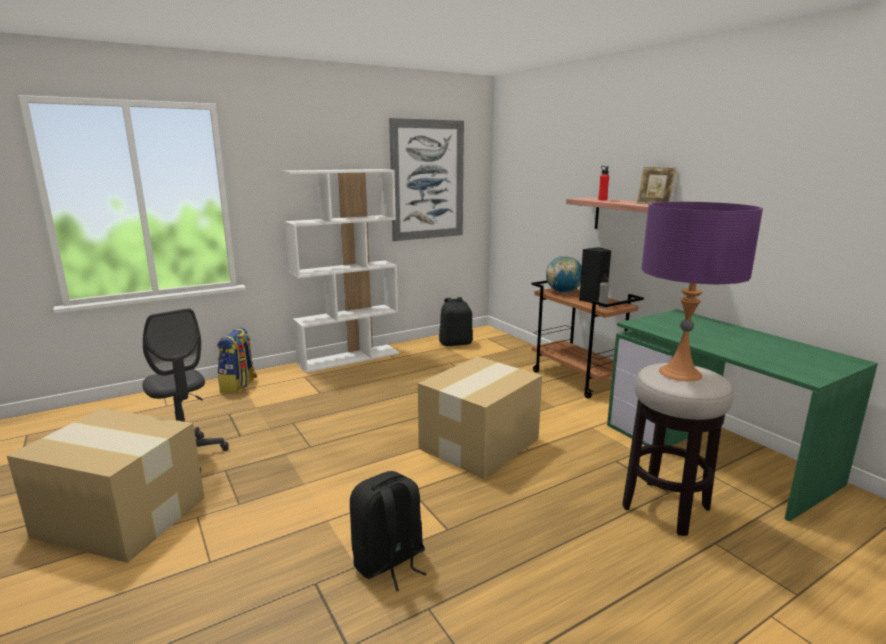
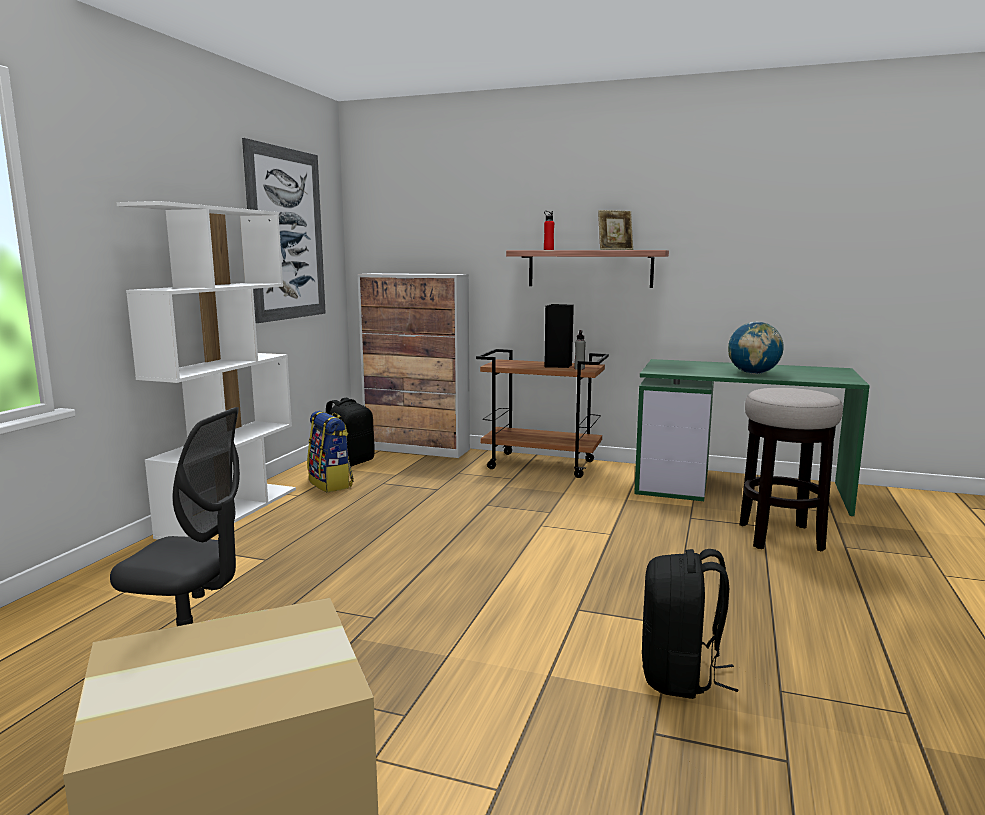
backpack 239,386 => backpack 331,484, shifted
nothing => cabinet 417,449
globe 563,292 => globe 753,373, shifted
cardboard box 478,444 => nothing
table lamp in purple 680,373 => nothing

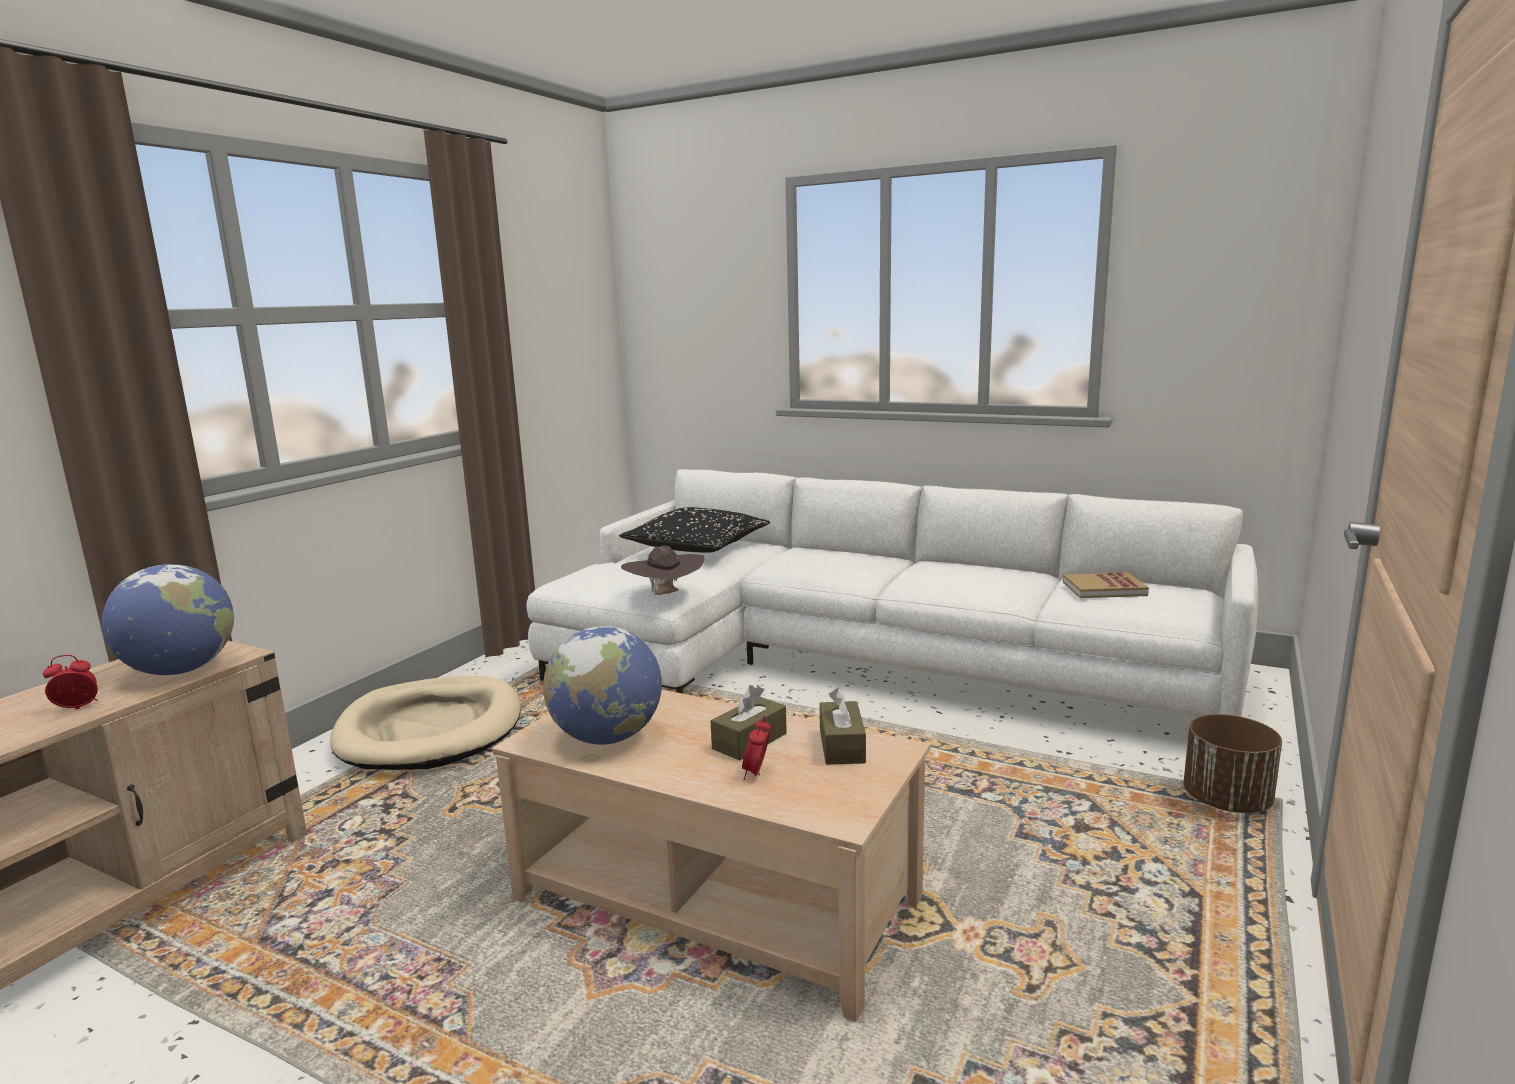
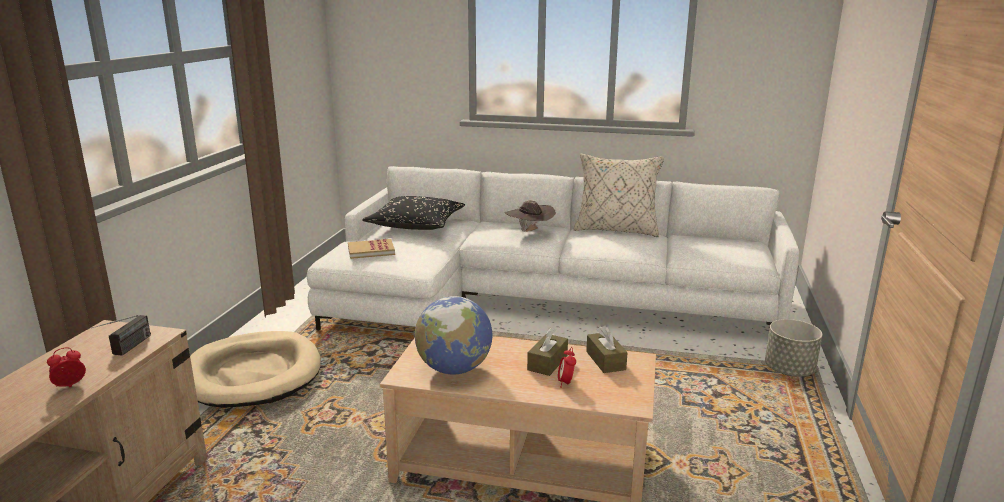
globe 181,671 => radio 125,350
book 1104,589 => book 371,251, shifted
hat in brown 665,596 => hat in brown 530,232, shifted
nothing => pillow in beige 616,230
planter in brown 1227,802 => planter in grey 789,370

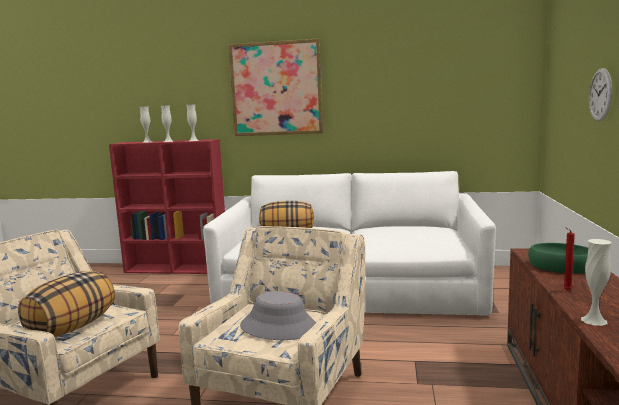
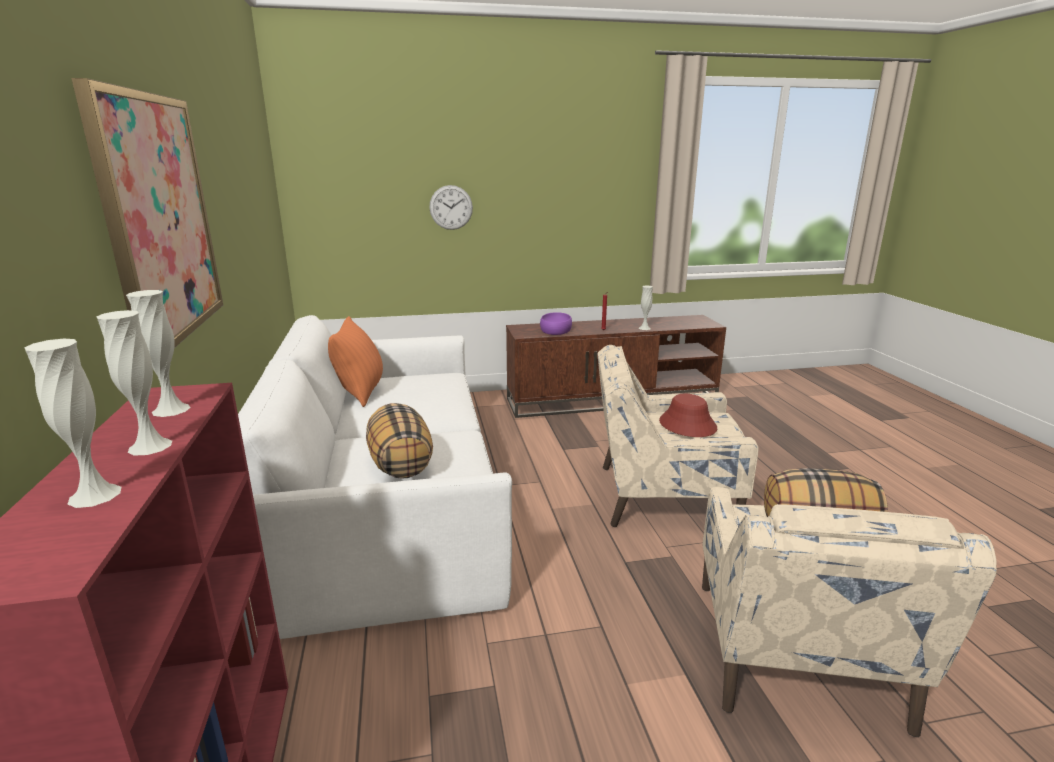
nothing => pillow in orange 361,392
bowl in green 560,267 => bowl in purple 556,329
hat in grey 279,327 => hat in red 687,425

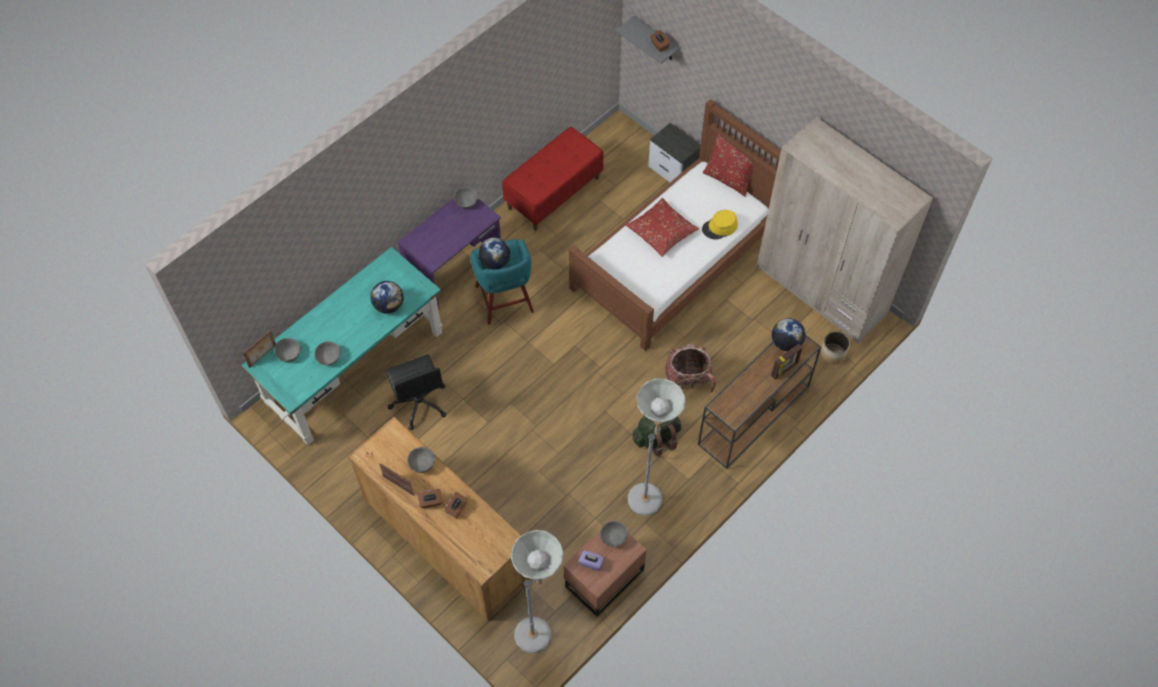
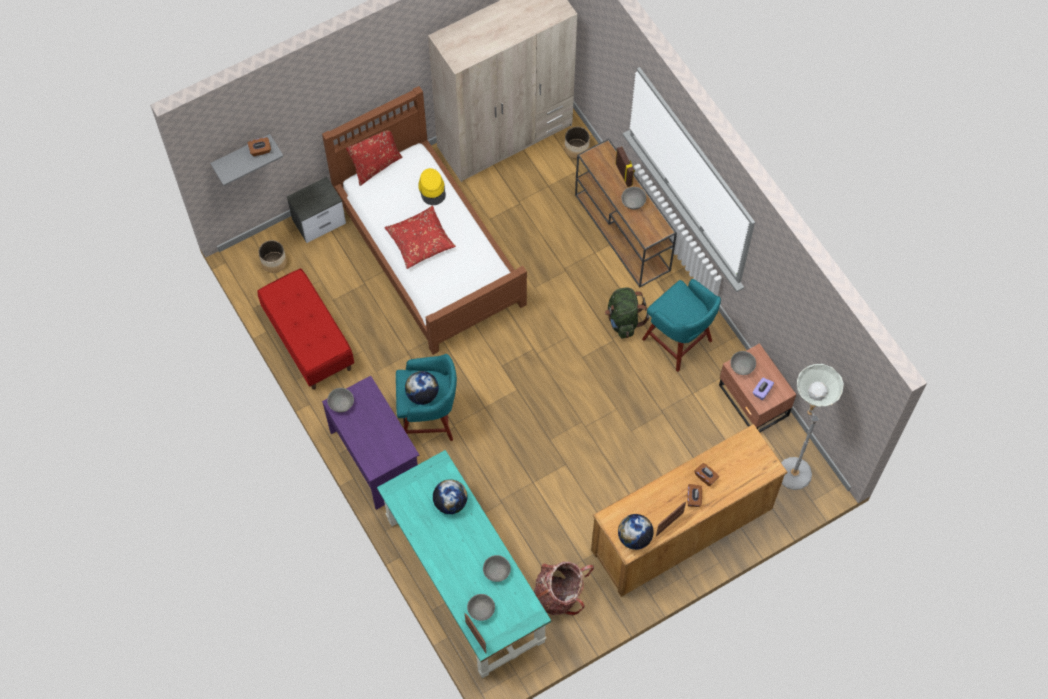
nothing => planter 273,262
backpack 688,379 => backpack 559,594, shifted
globe 786,343 => globe 634,537, shifted
bowl in grey 422,464 => bowl in grey 633,202, shifted
floor lamp in grey 648,493 => stool in turquoise 678,342
office chair in black 419,403 => nothing

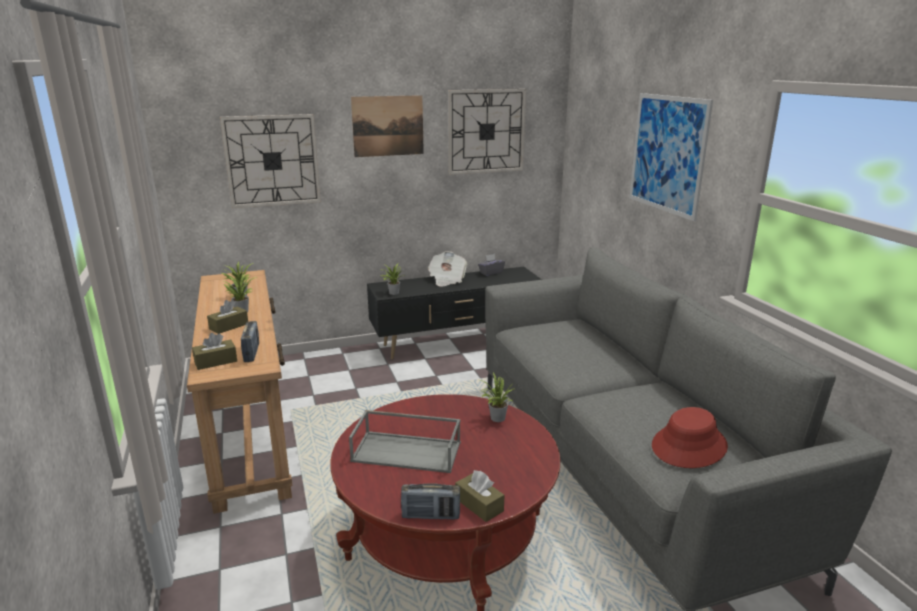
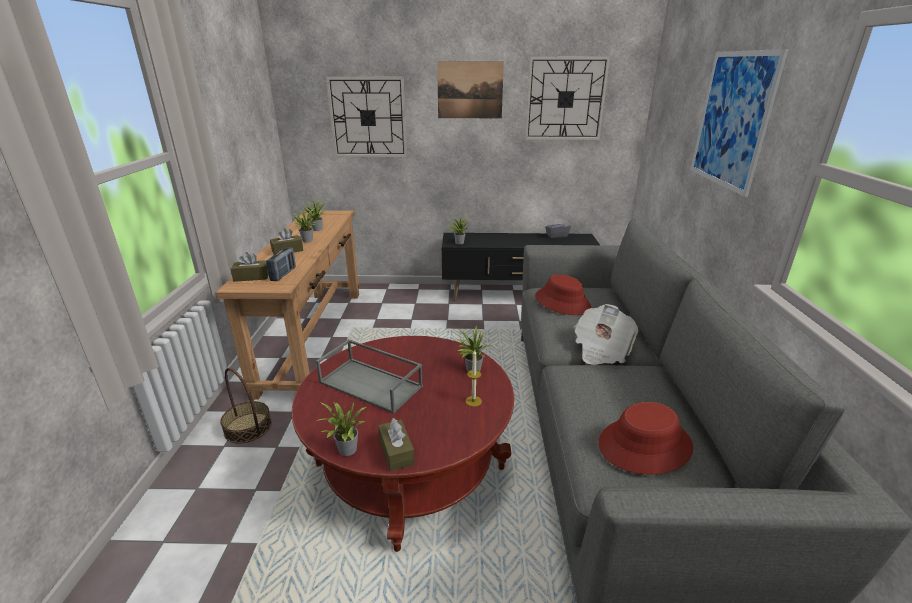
nothing => basket 248,427
radio 430,516 => potted plant 346,451
nothing => candle 473,401
nothing => hat in red 562,302
newspaper 447,279 => newspaper 601,350, shifted

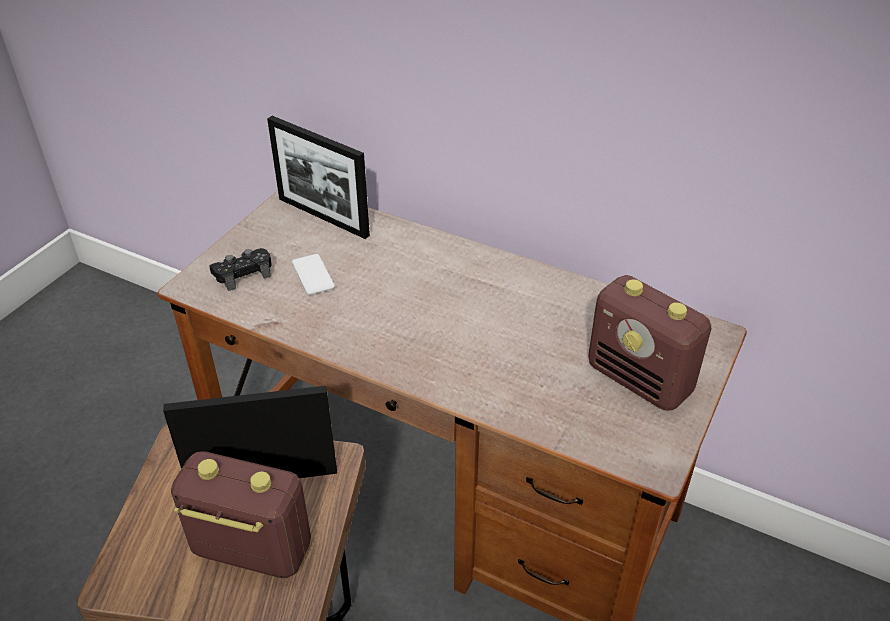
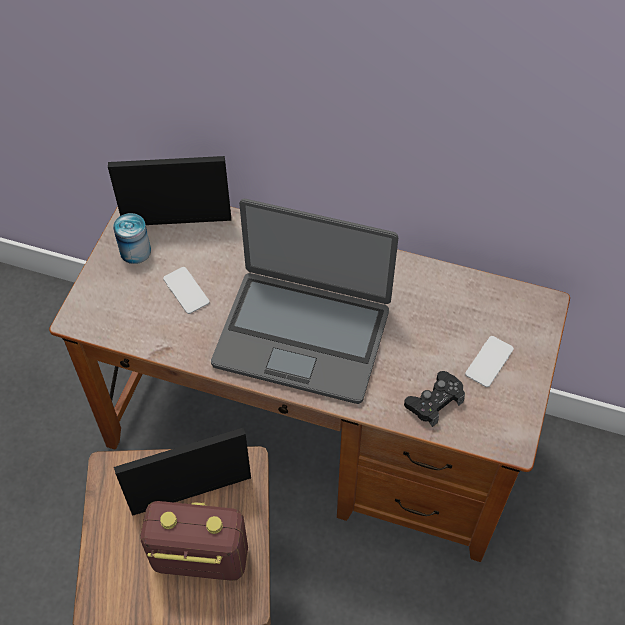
picture frame 323,217 => picture frame 177,221, 150 degrees clockwise
nothing => can 135,251
nothing => laptop 302,335
game controller in black 243,273 => game controller in black 434,401, shifted
radio 640,380 => phone 489,362

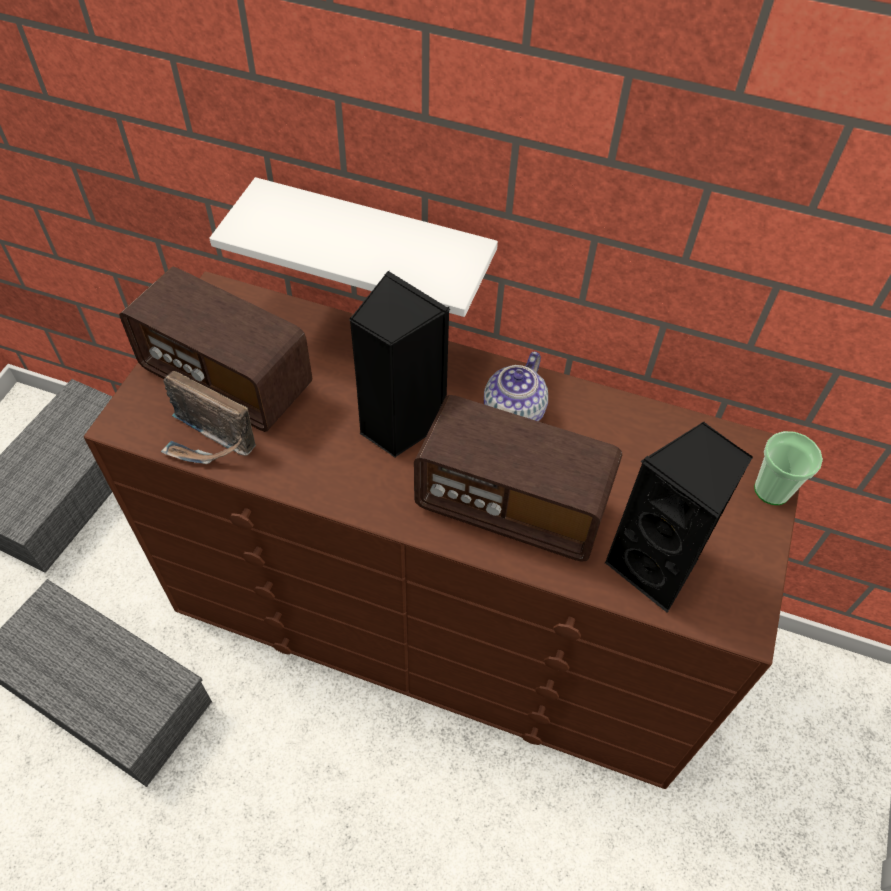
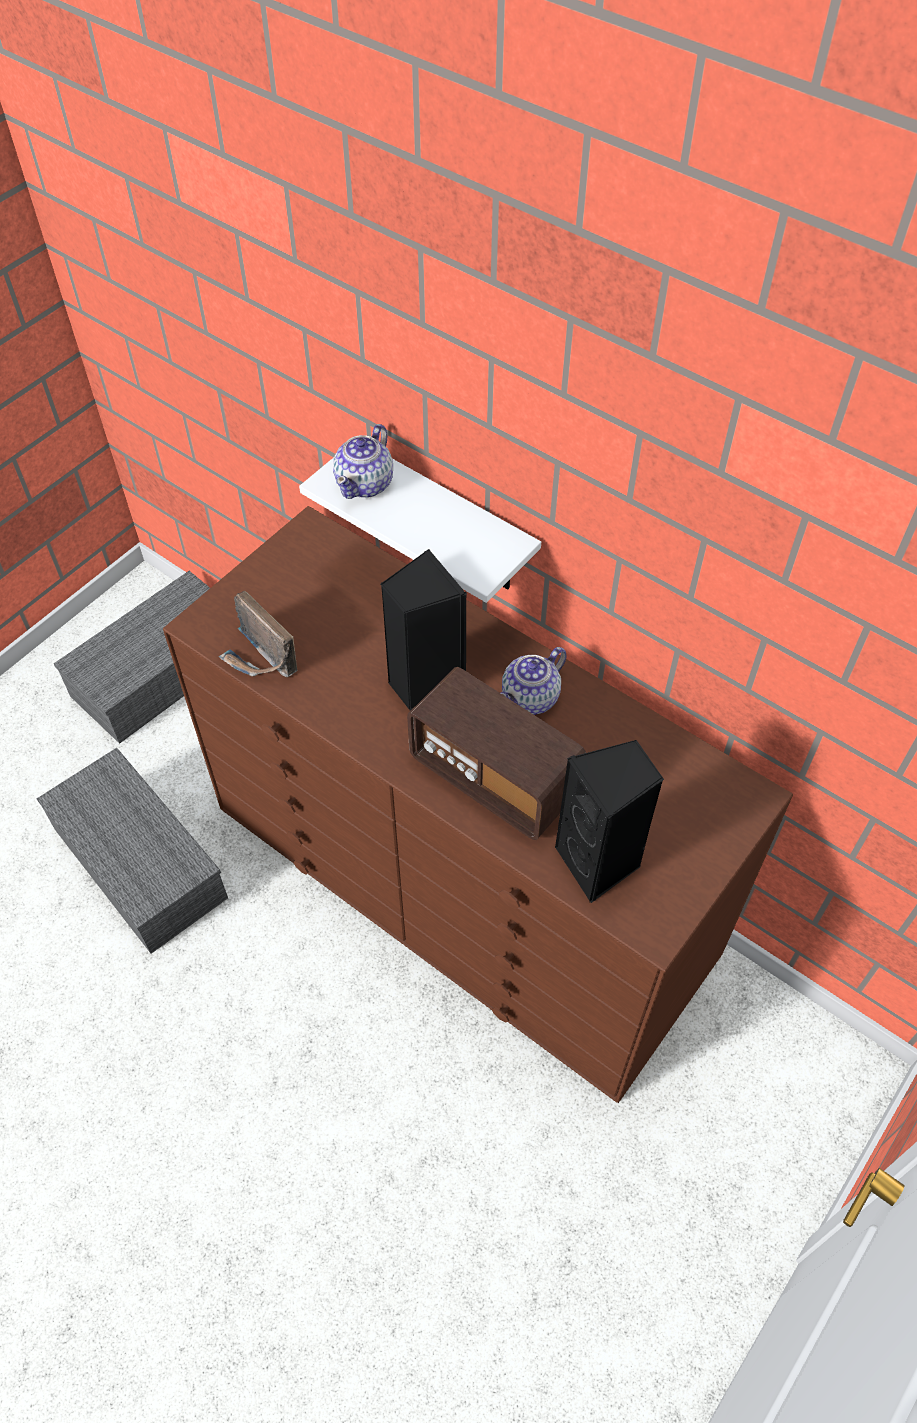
nothing => teapot 365,483
radio 227,379 => nothing
cup 772,490 => nothing

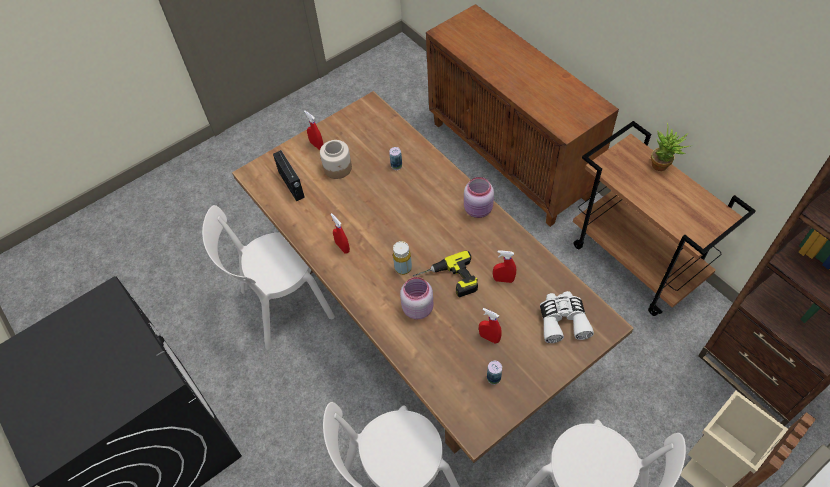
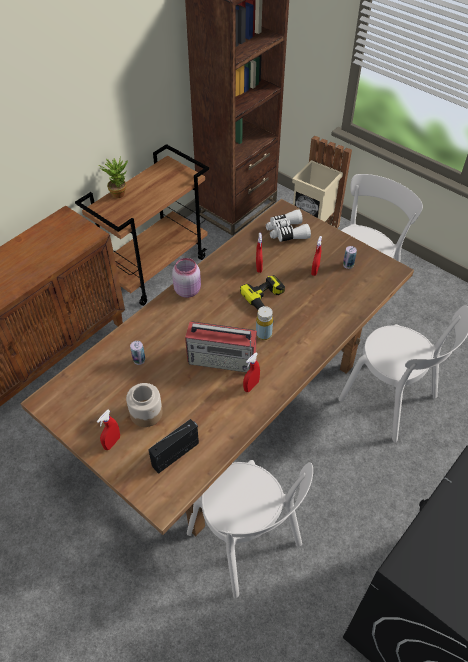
nothing => radio 222,359
jar in pink 417,307 => nothing

